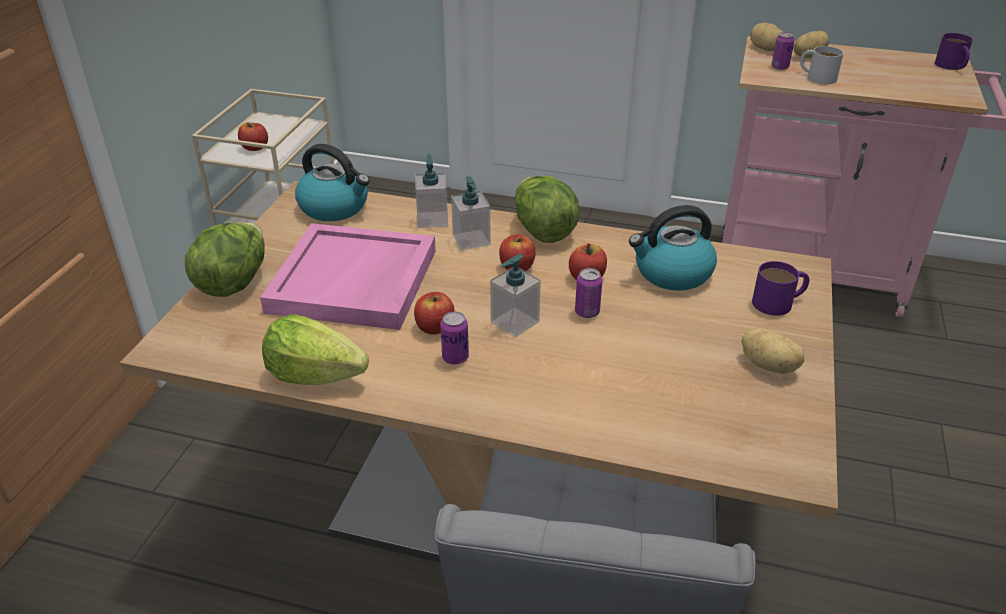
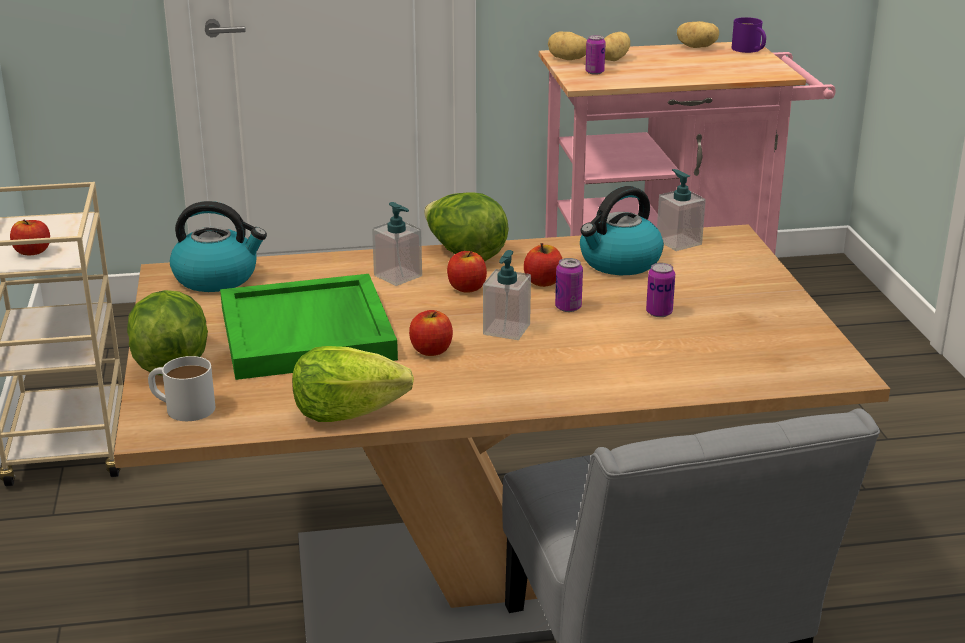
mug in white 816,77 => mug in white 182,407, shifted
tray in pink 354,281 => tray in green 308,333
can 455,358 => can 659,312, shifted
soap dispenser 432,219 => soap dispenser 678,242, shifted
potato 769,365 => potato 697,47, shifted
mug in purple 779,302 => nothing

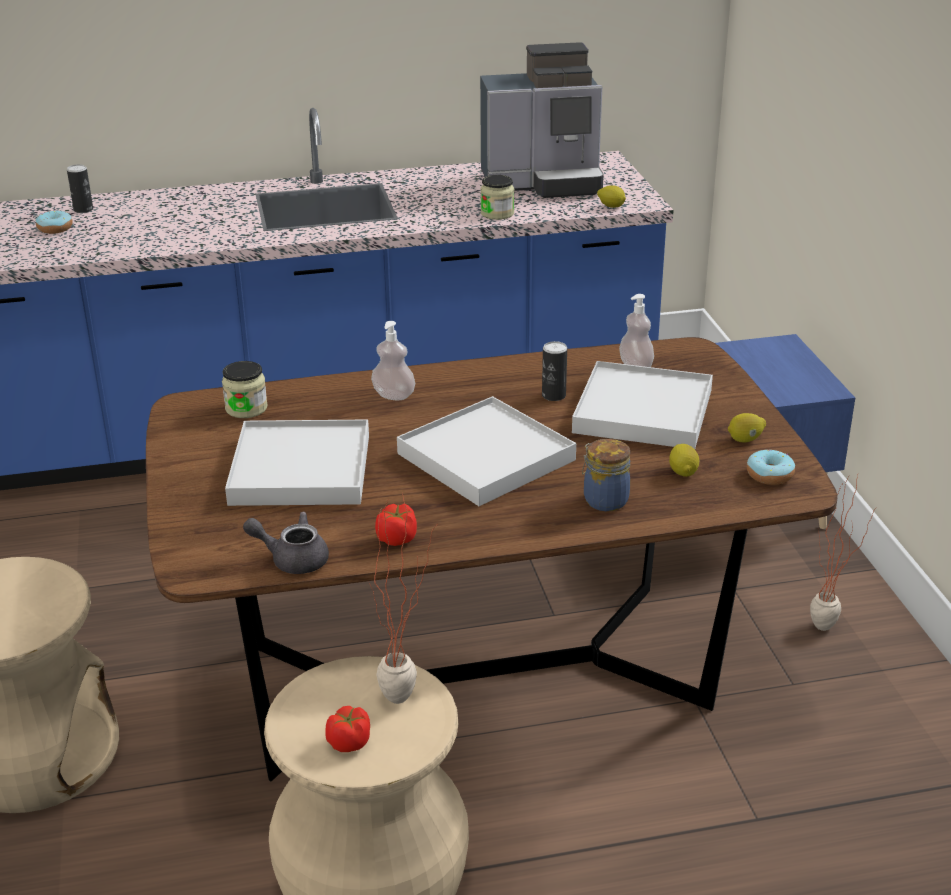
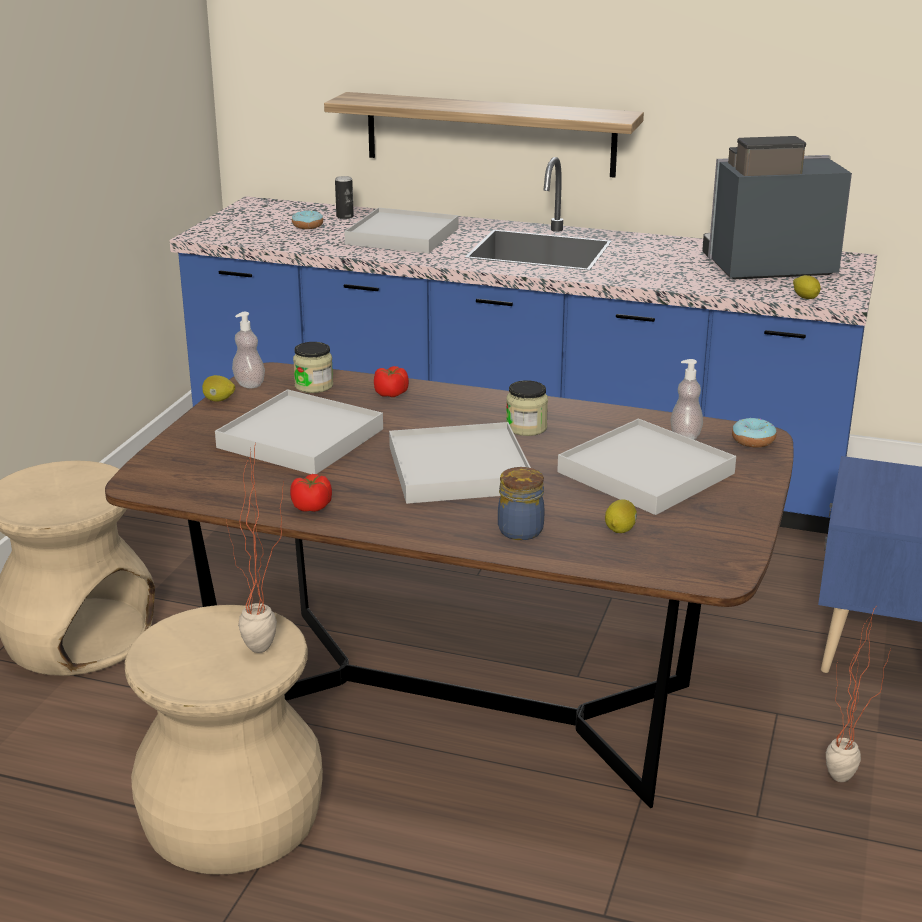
lemon 745,440 => lemon 218,400, shifted
soap dispenser 393,395 => soap dispenser 249,384, shifted
nothing => shelf 489,134
nothing => tray in white 402,236
tomato 349,742 => tomato 391,394, shifted
jar 497,213 => jar 526,427, shifted
coffee machine 544,182 => coffee machine 765,267, 150 degrees clockwise
donut 769,475 => donut 753,440, shifted
teapot in grey 292,559 => nothing
can 553,395 => nothing

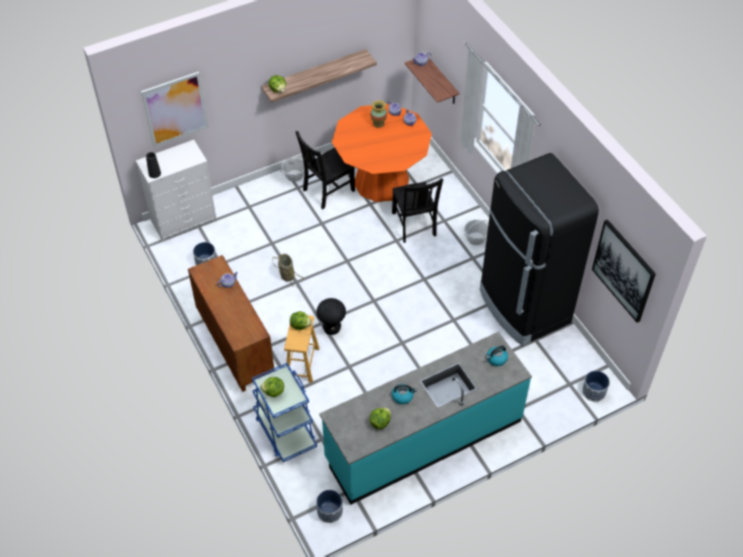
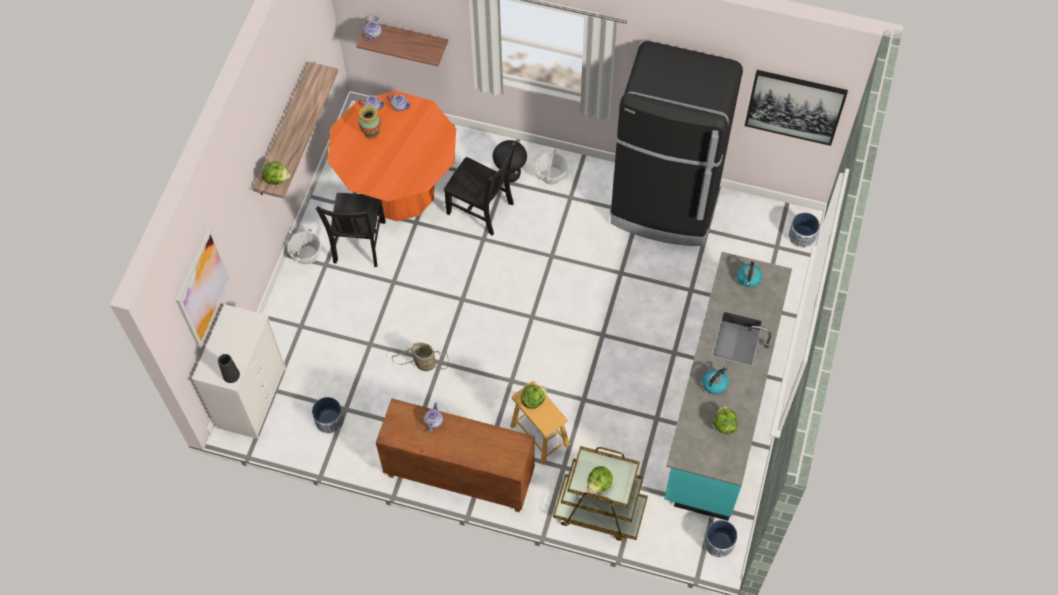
stool in black 332,328 => stool in black 510,175, shifted
cart in blue 285,431 => cart in brown 599,511

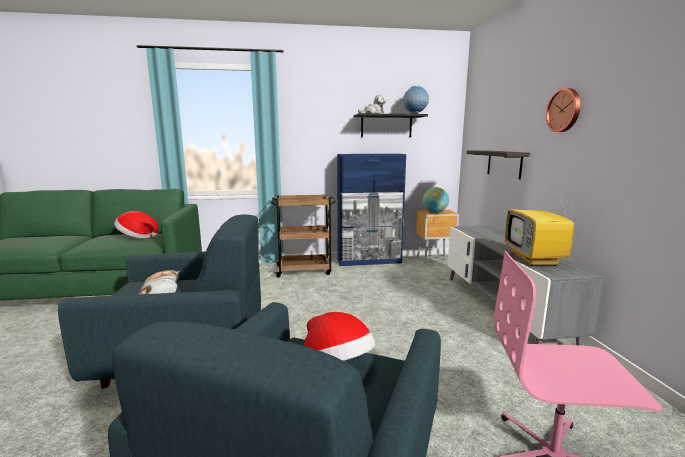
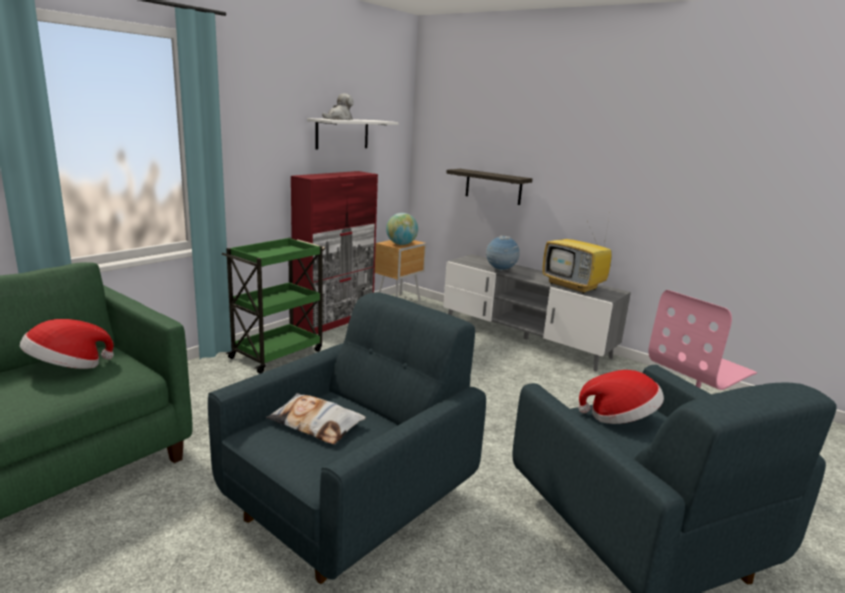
cart in brown 305,270 => cart in green 278,353
cabinet in blue 369,261 => cabinet in red 335,321
shelf in black 386,126 => shelf in white 342,134
globe 415,114 => globe 500,271, shifted
wall clock 564,110 => nothing

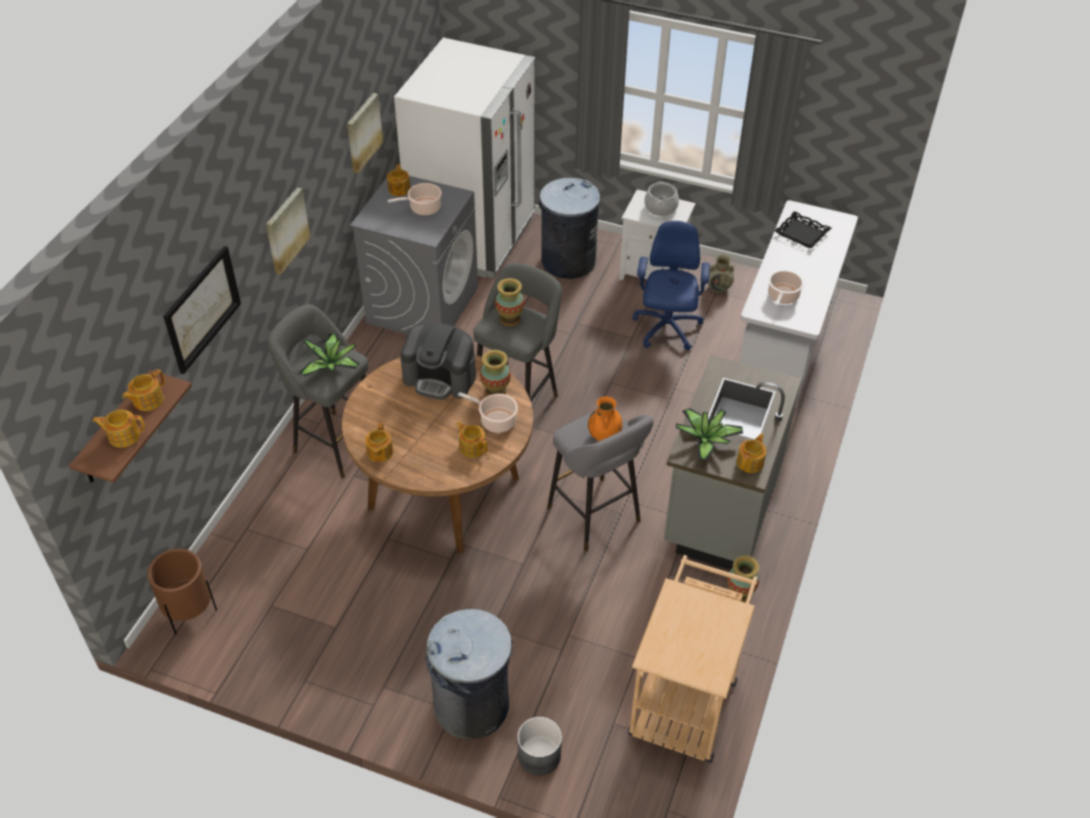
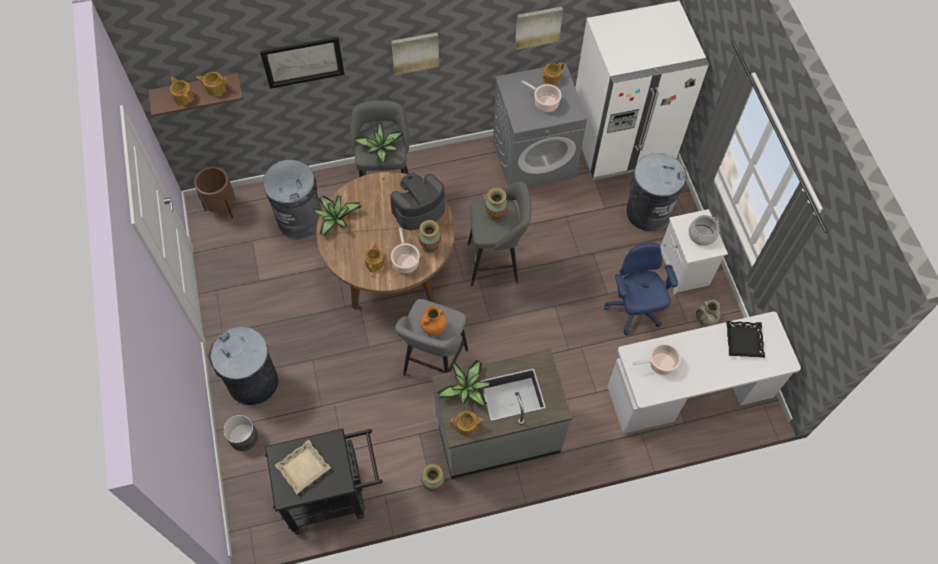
nothing => trash can in grey 300,219
cart in beige 685,697 => cart in black 333,494
nothing => tray in beige 303,467
teapot 379,452 => potted plant 335,218
coffee machine 440,377 => coffee machine 418,209, 75 degrees clockwise
office chair in blue 666,329 => office chair in blue 634,310, 75 degrees counterclockwise

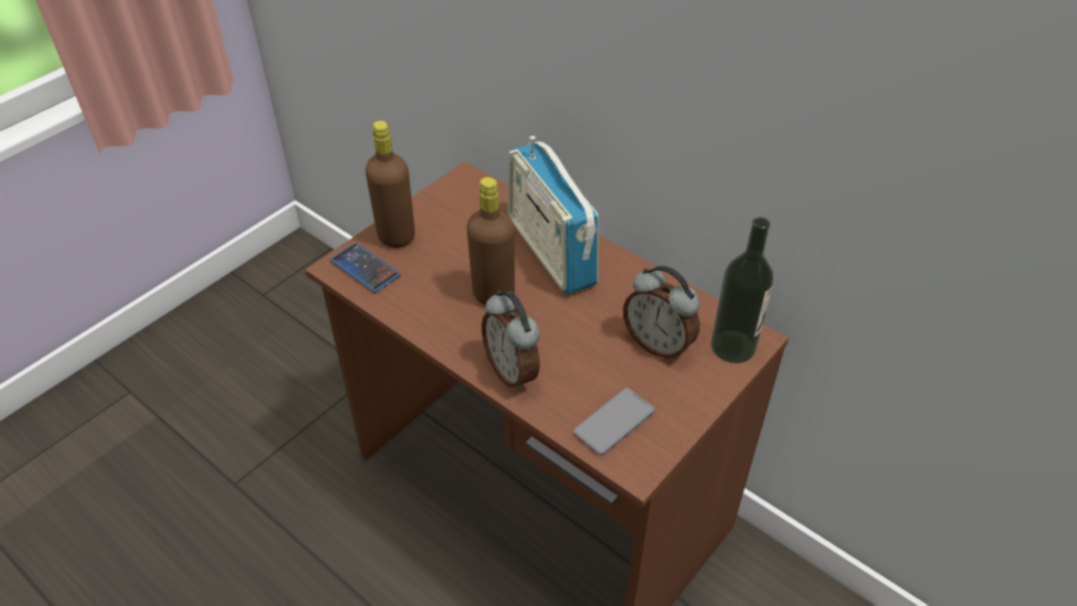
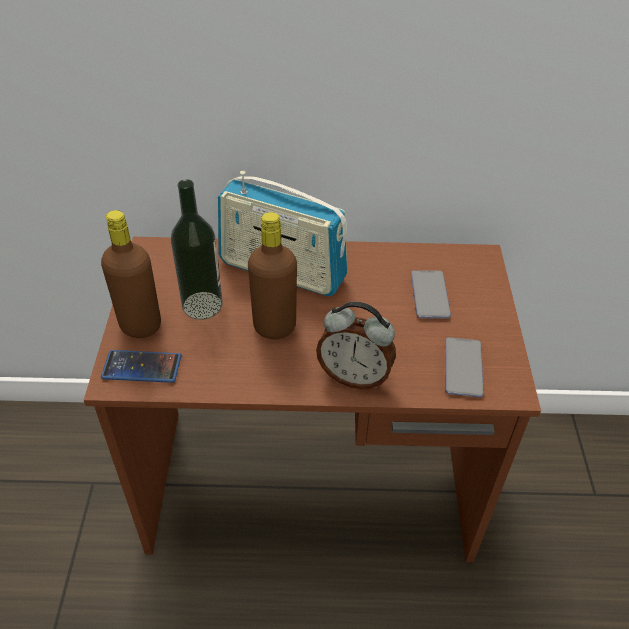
bottle 733,346 => bottle 202,305, shifted
alarm clock 658,344 => phone 429,295

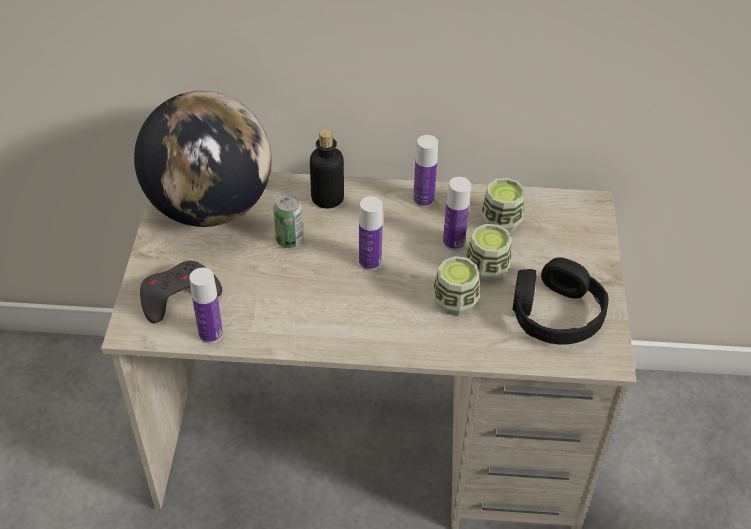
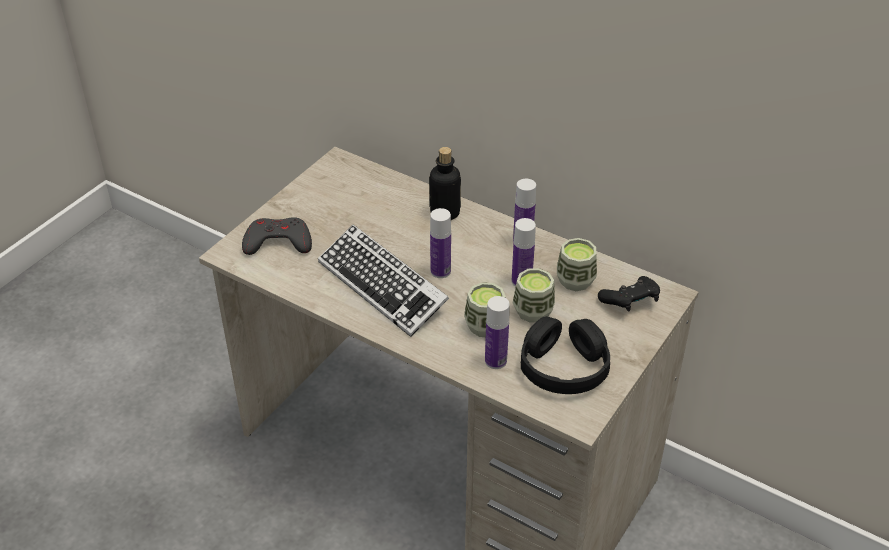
nothing => keyboard 382,286
bottle 211,334 => bottle 495,361, shifted
nothing => game controller in black 630,302
globe 210,207 => nothing
can 289,240 => nothing

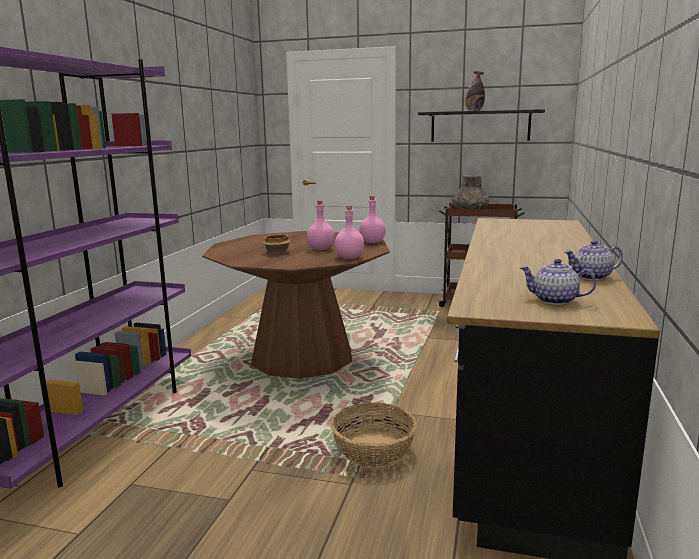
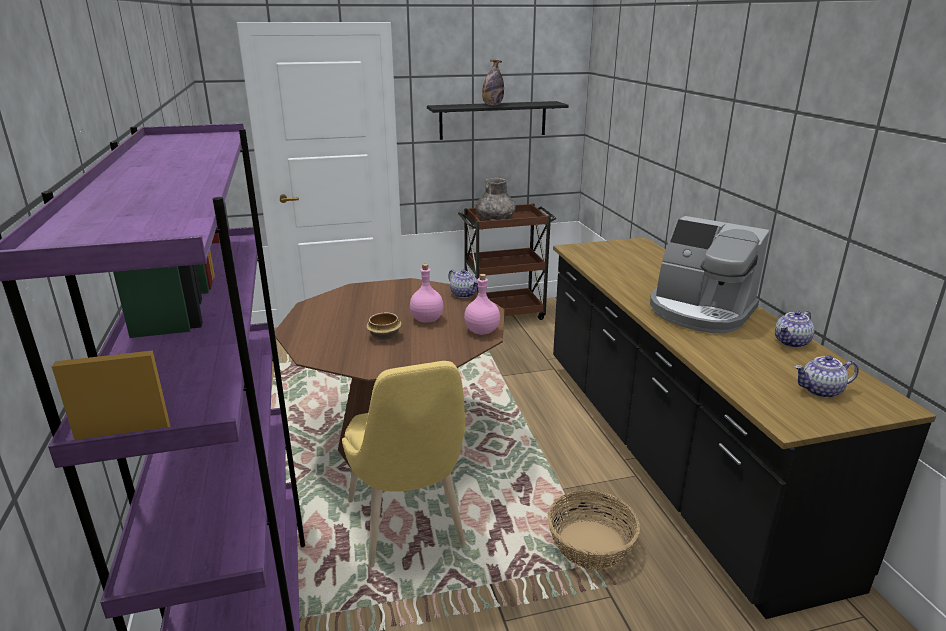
nothing => chair in yellow 409,528
bottle in pink 372,242 => teapot 464,294
nothing => coffee machine 700,311

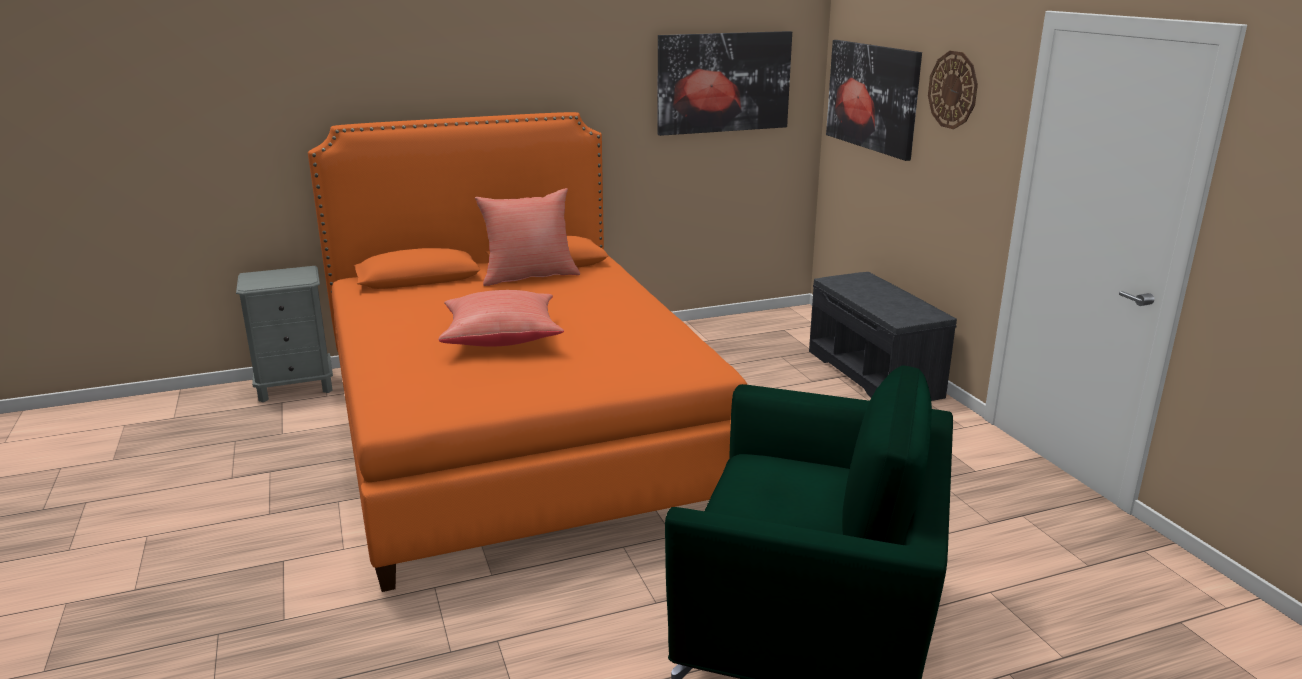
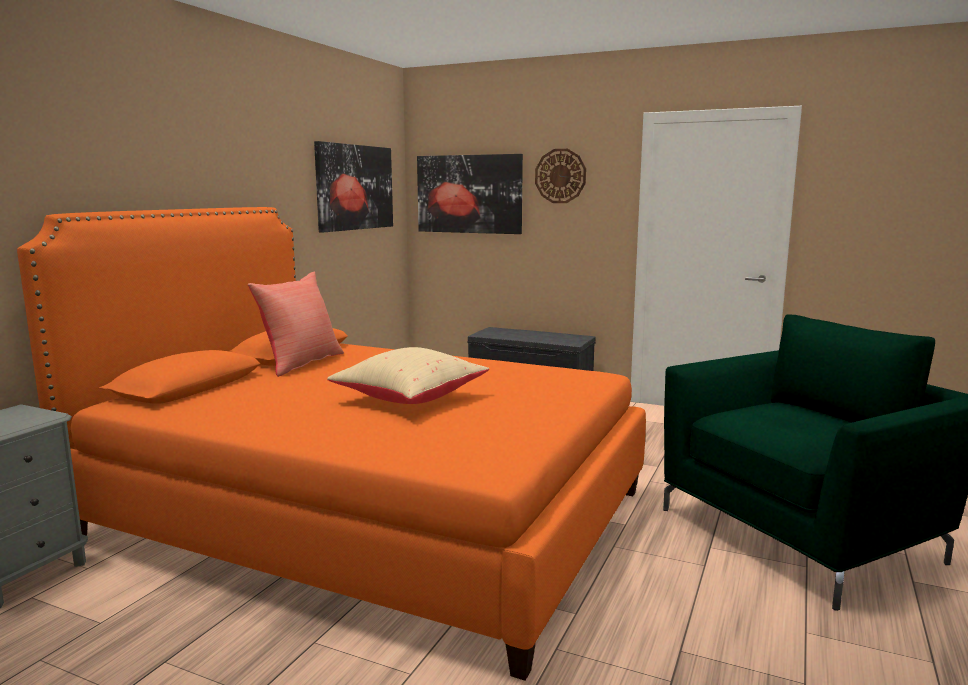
pillow in red 501,338 => pillow in beige 409,398

